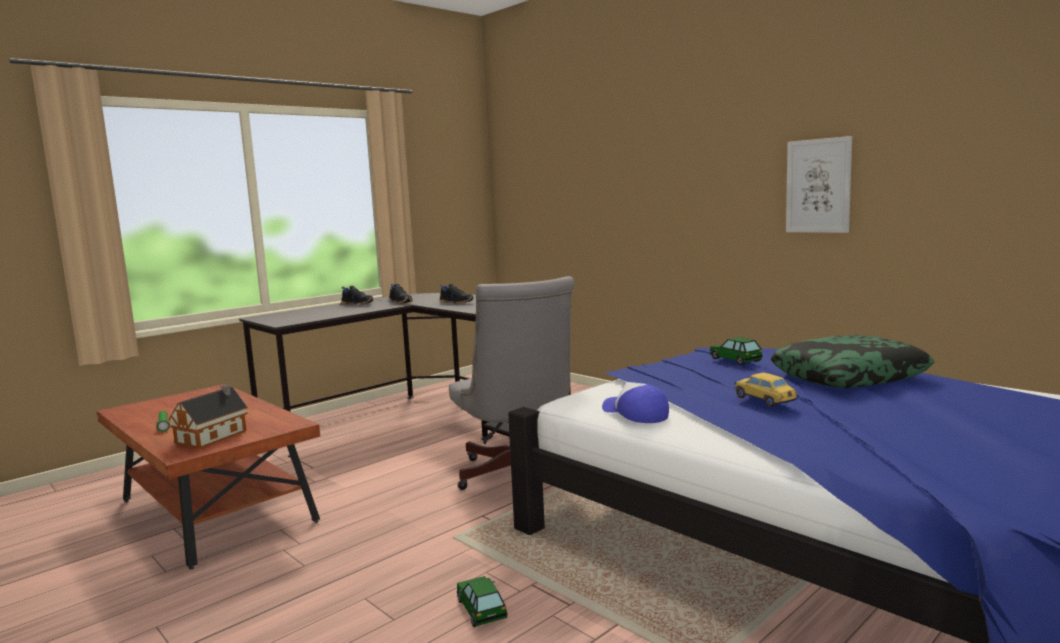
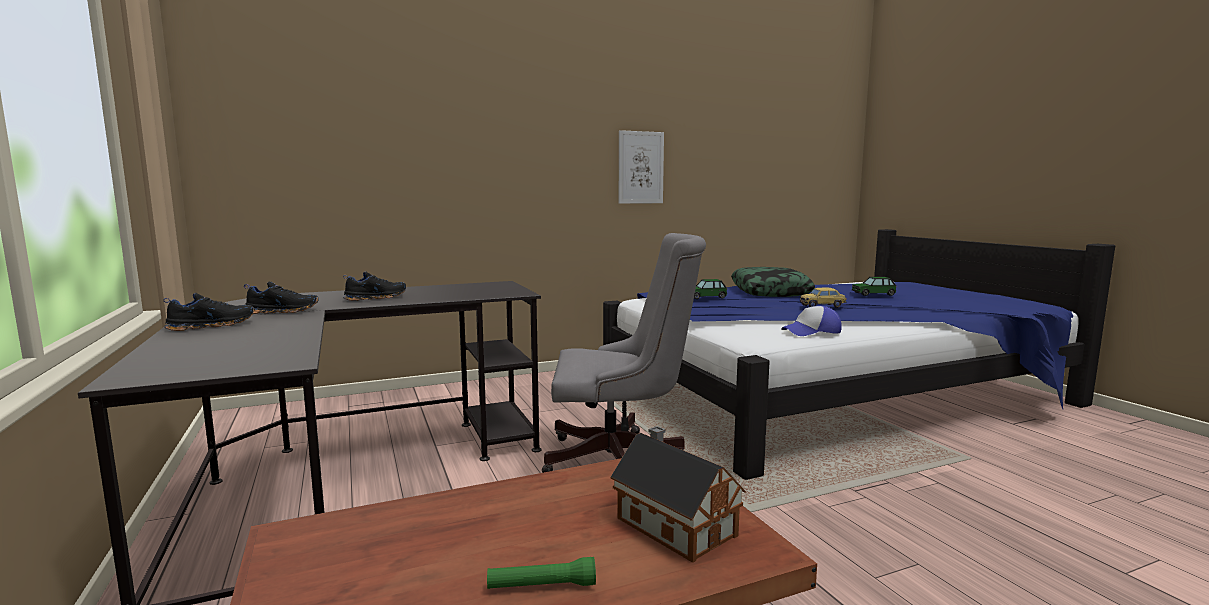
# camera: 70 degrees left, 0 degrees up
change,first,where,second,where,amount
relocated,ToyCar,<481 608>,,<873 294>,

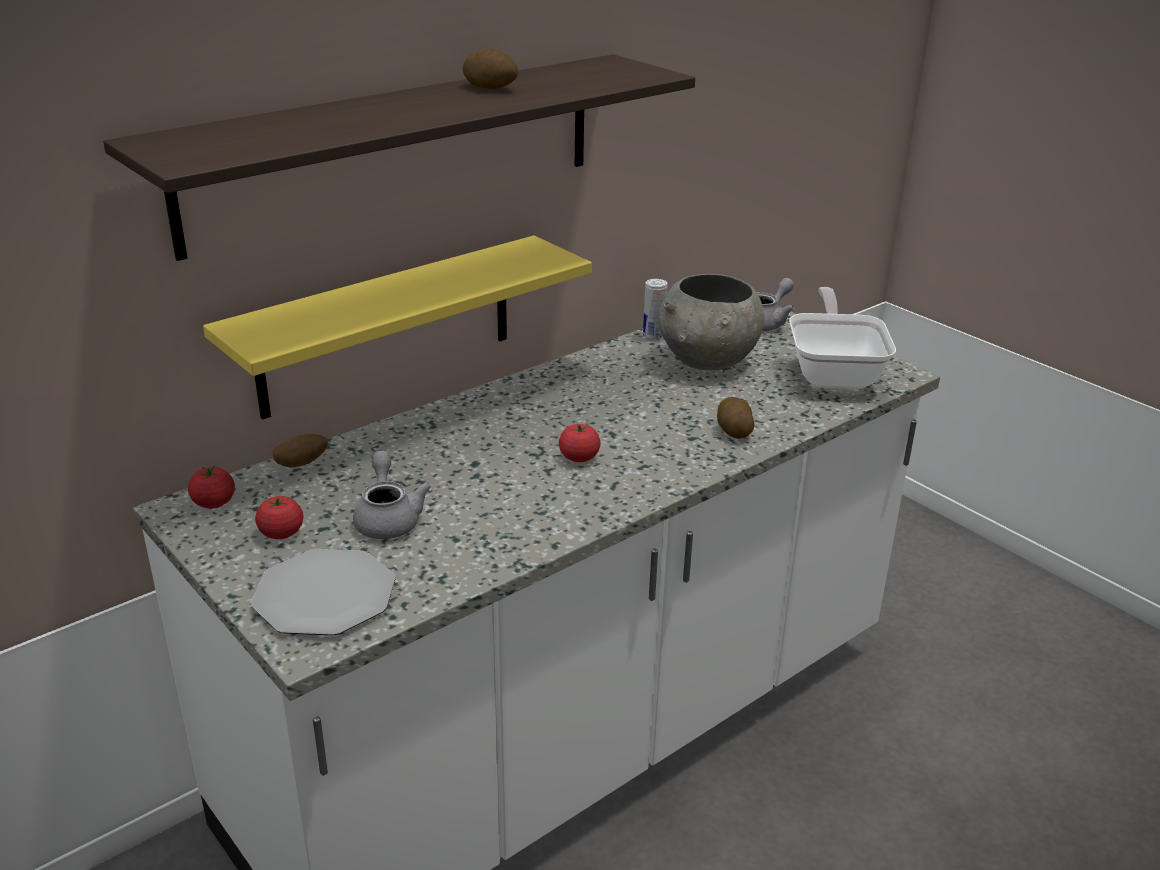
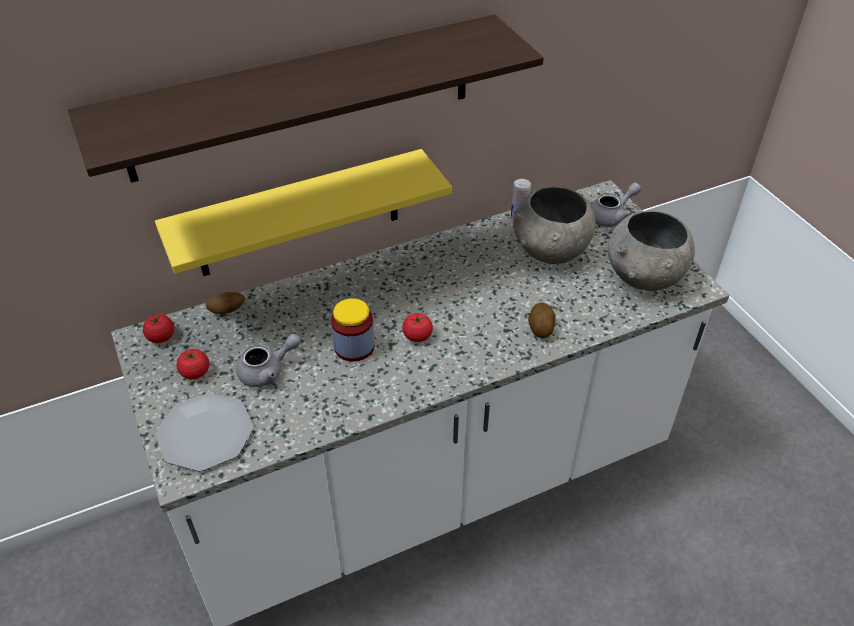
# camera: 15 degrees right, 15 degrees up
change,first,where,second,where,amount
spun,GreyTeapot,<388 518>,,<268 371>,60 degrees clockwise
appeared,,,Jar,<354 346>,
exchanged,FryingPan,<834 372>,GreyBowl,<644 278>,
missing,Potato,<491 88>,,,

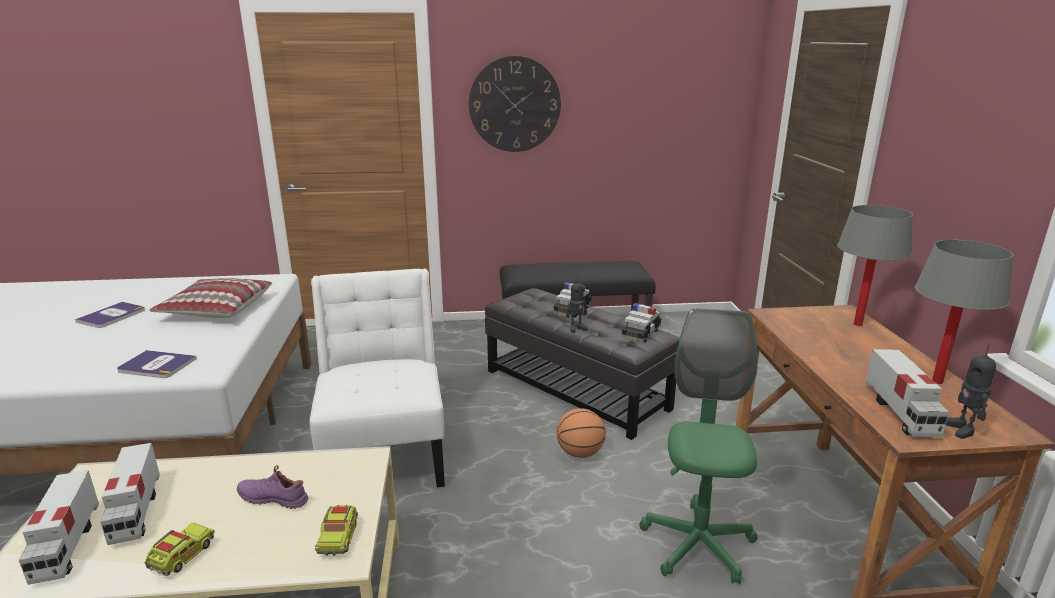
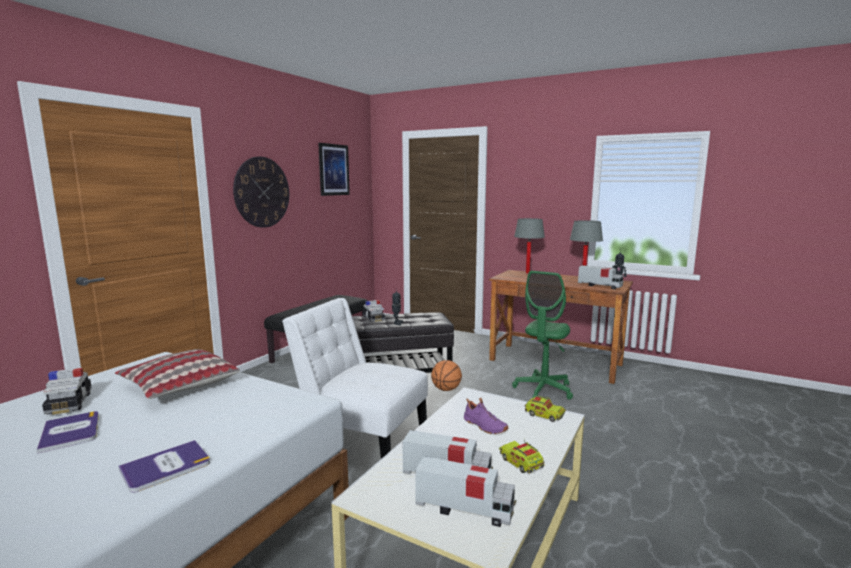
# camera: 55 degrees left, 10 degrees down
change,first,where,second,where,amount
relocated,ToyCar,<641 333>,,<69 403>,
relocated,Book,<156 365>,,<166 467>,
appeared,,,Picture,<333 170>,
spun,PurpleShoe,<274 498>,,<484 426>,90 degrees counterclockwise
spun,GreenOfficeChair,<697 544>,,<543 390>,105 degrees counterclockwise

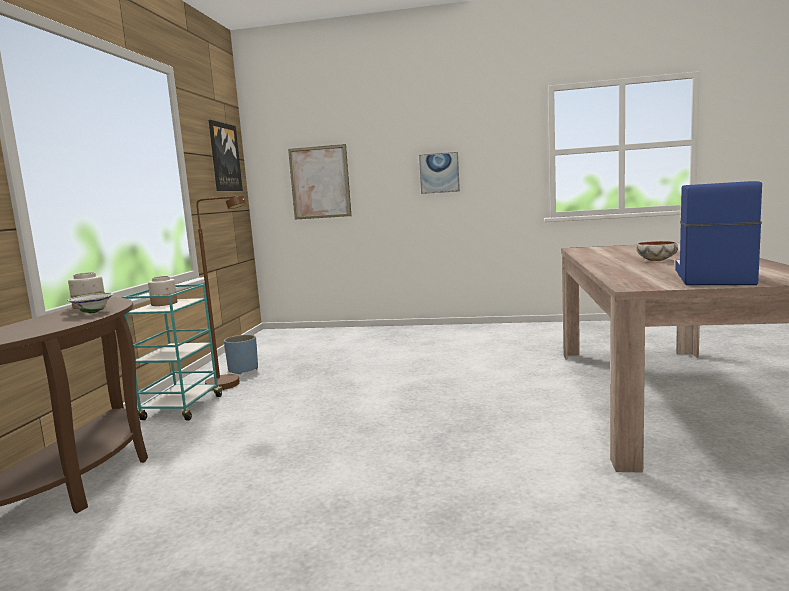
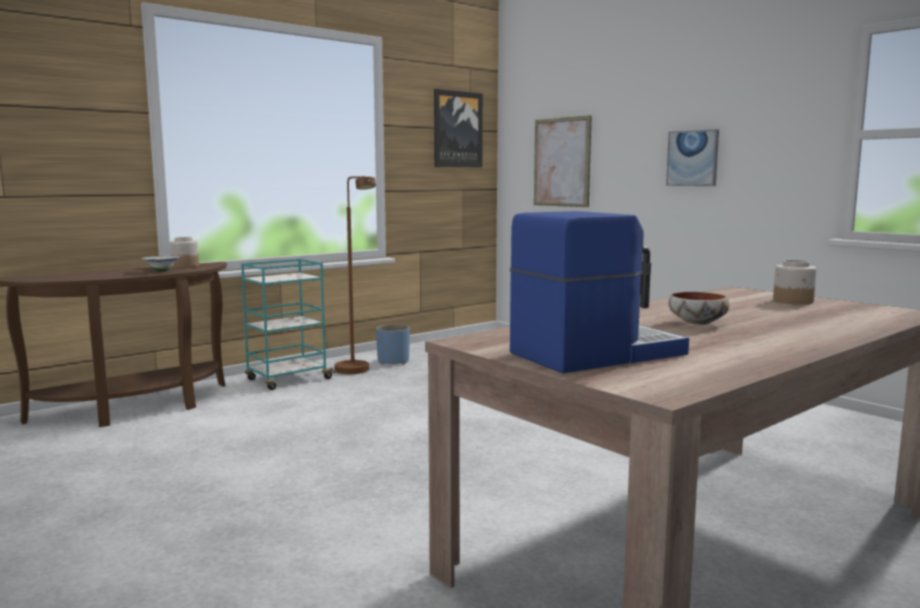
# camera: 40 degrees right, 0 degrees up
change,first,where,second,where,amount
relocated,Jar,<164 303>,,<793 301>,

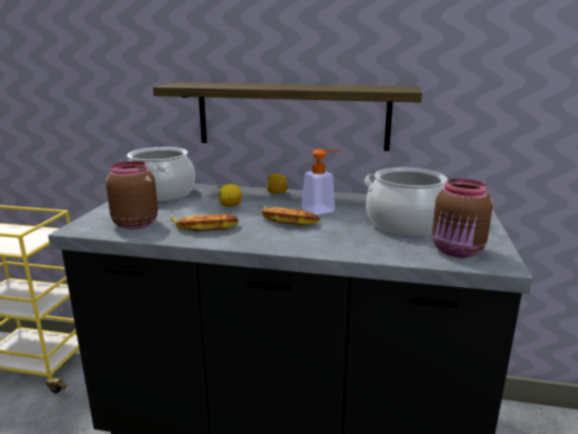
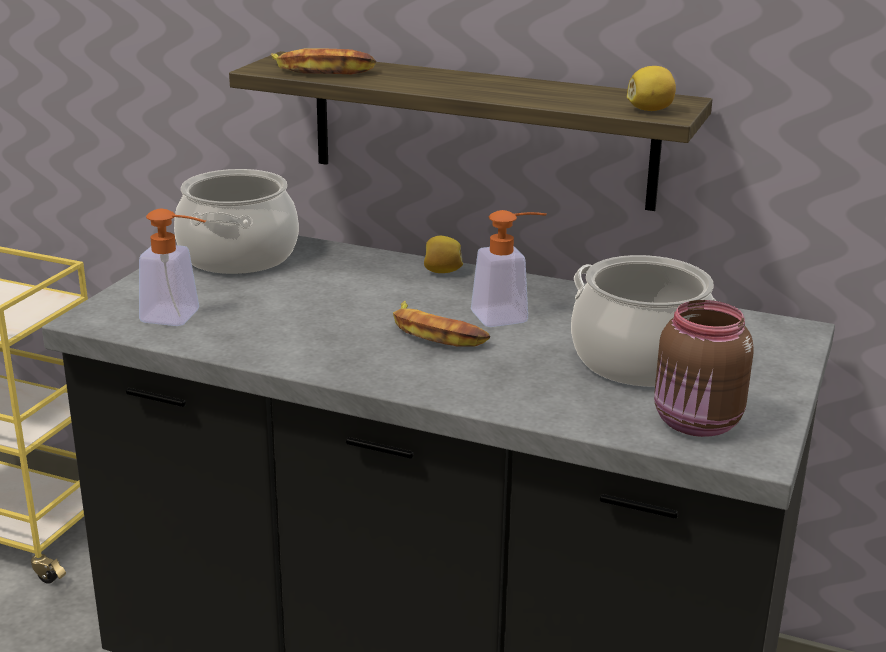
# camera: 10 degrees right, 5 degrees up
change,first,where,second,where,amount
exchanged,BrownJar,<135 224>,SoapDispenser,<180 317>,
relocated,Banana,<204 227>,,<322 70>,
relocated,Lemon,<230 205>,,<650 110>,

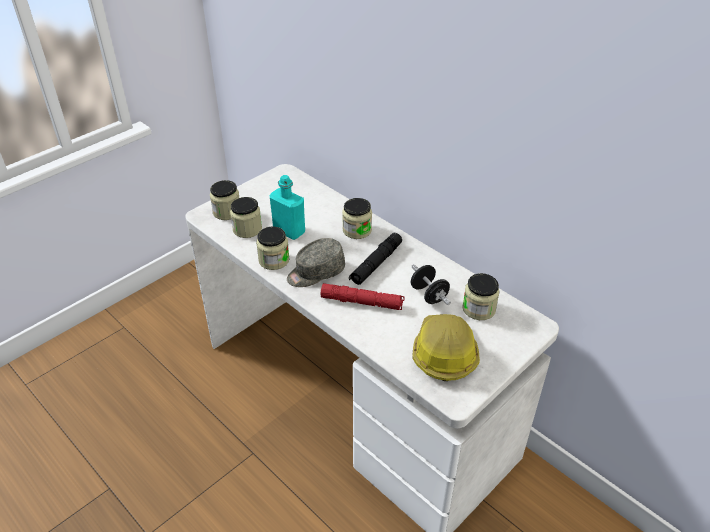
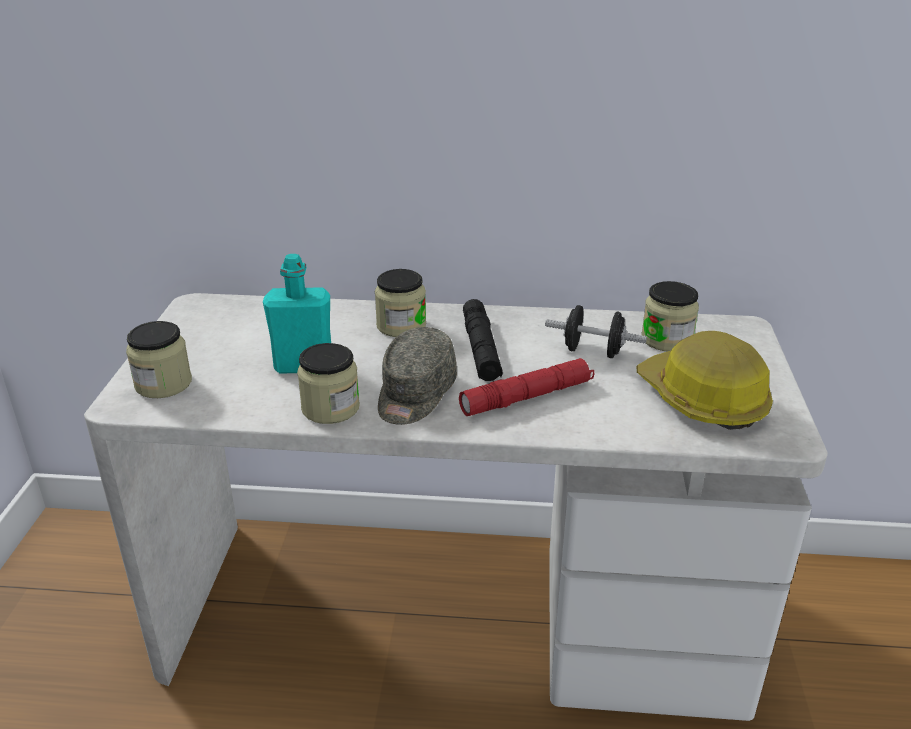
# camera: 40 degrees left, 10 degrees down
change,first,where,second,where,amount
missing,Jar,<247 229>,,,

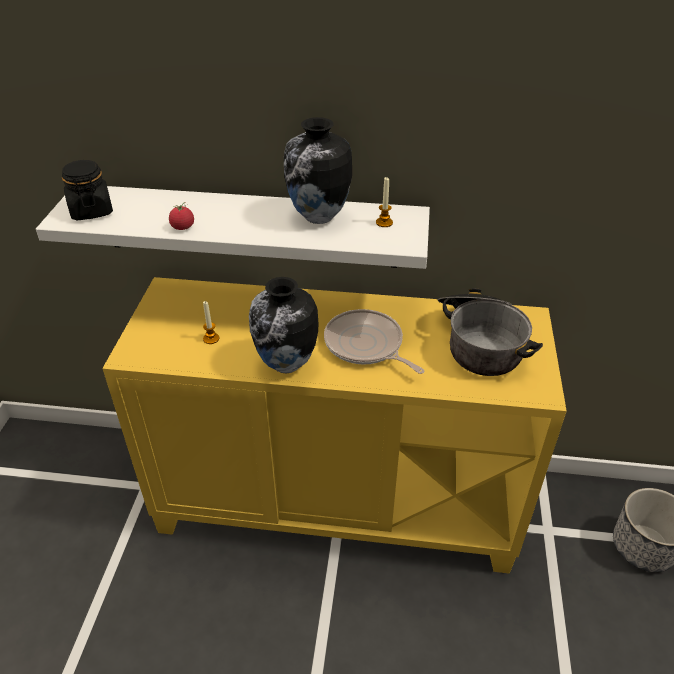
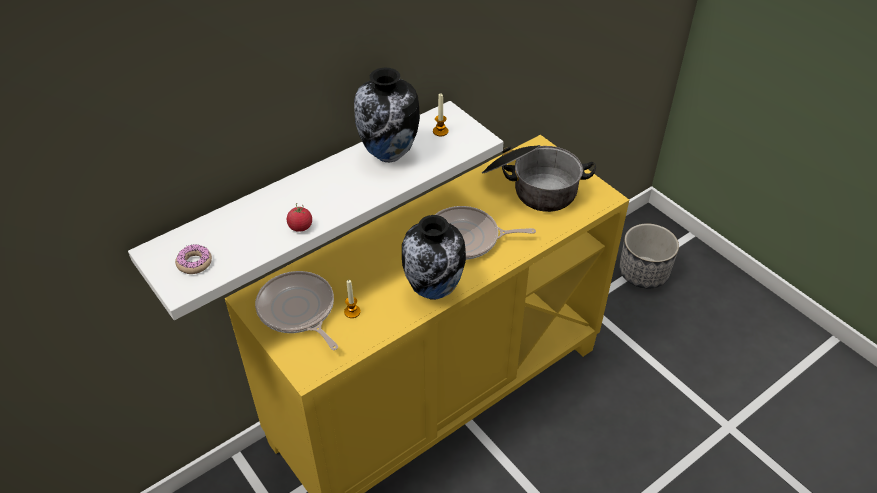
# camera: 45 degrees left, 5 degrees up
change,first,where,second,where,amount
exchanged,BlackJar,<91 211>,Donut,<194 263>,
appeared,,,FryingPan,<298 311>,

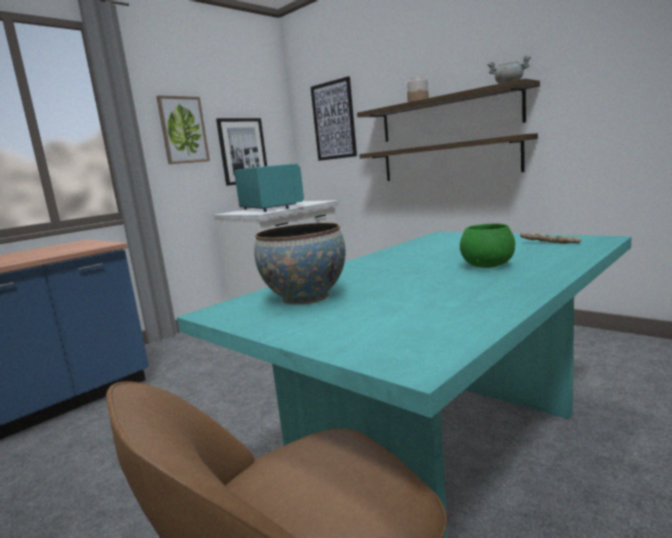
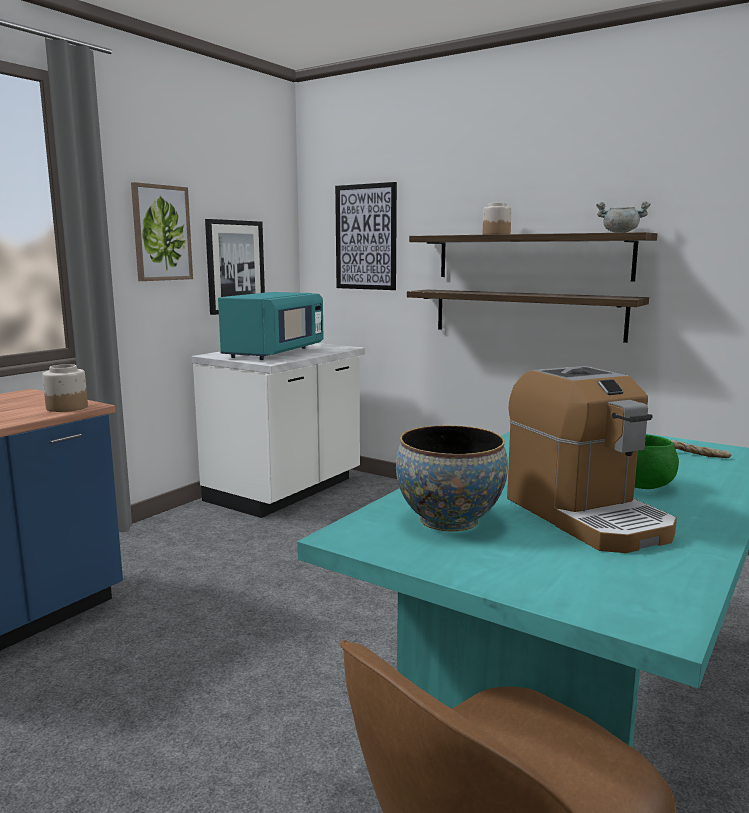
# camera: 10 degrees left, 0 degrees up
change,first,where,second,where,amount
appeared,,,Jar,<66 407>,
spun,TurquoiseMicrowave,<269 208>,,<273 353>,60 degrees clockwise
appeared,,,CoffeeMachine,<586 516>,

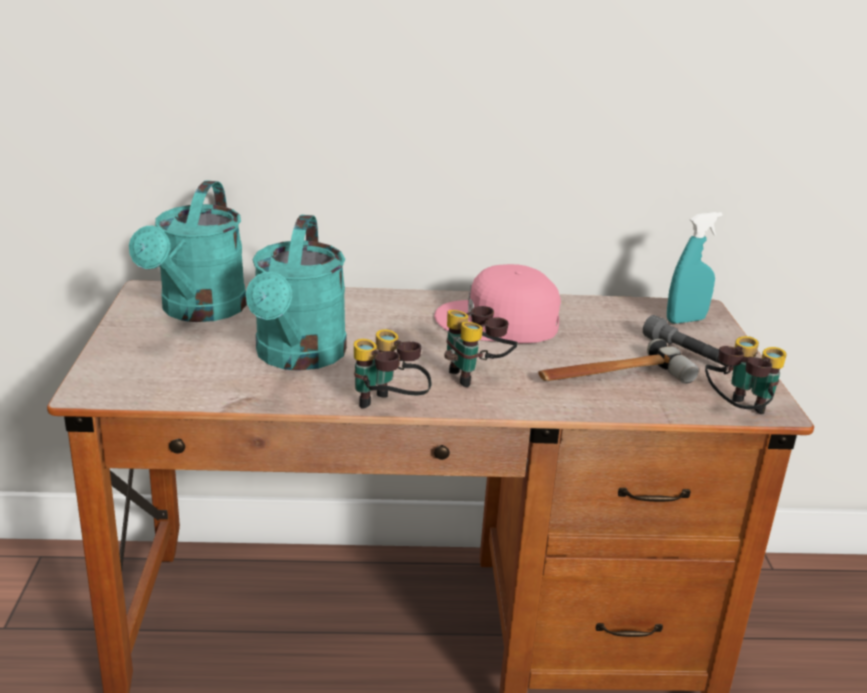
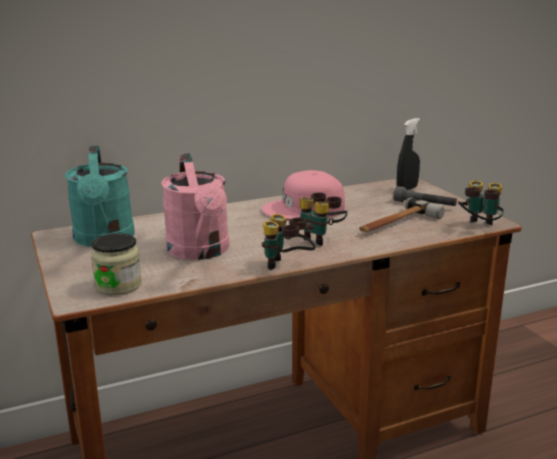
# camera: 20 degrees left, 5 degrees down
change,first,where,second,where,amount
appeared,,,Jar,<118 285>,
colour,TurquoiseWateringCan,<298 358>,PinkWateringCan,<201 252>,
colour,TurquoiseSprayBottle,<686 320>,BlackSprayBottle,<407 189>,

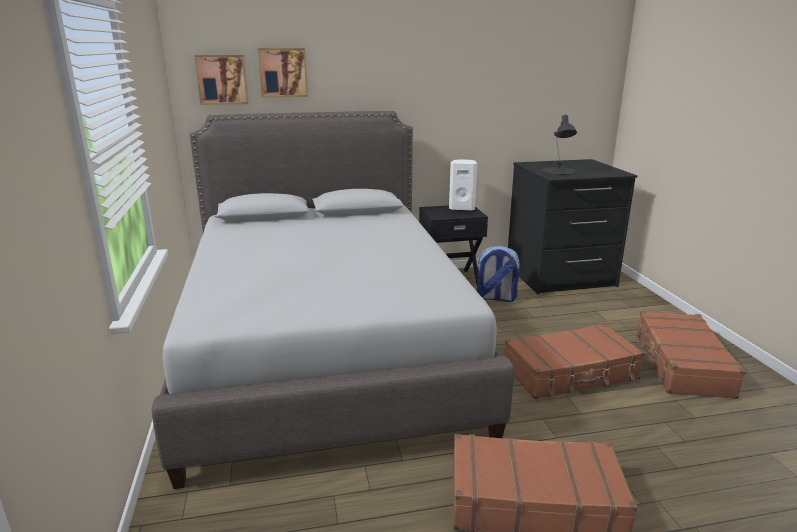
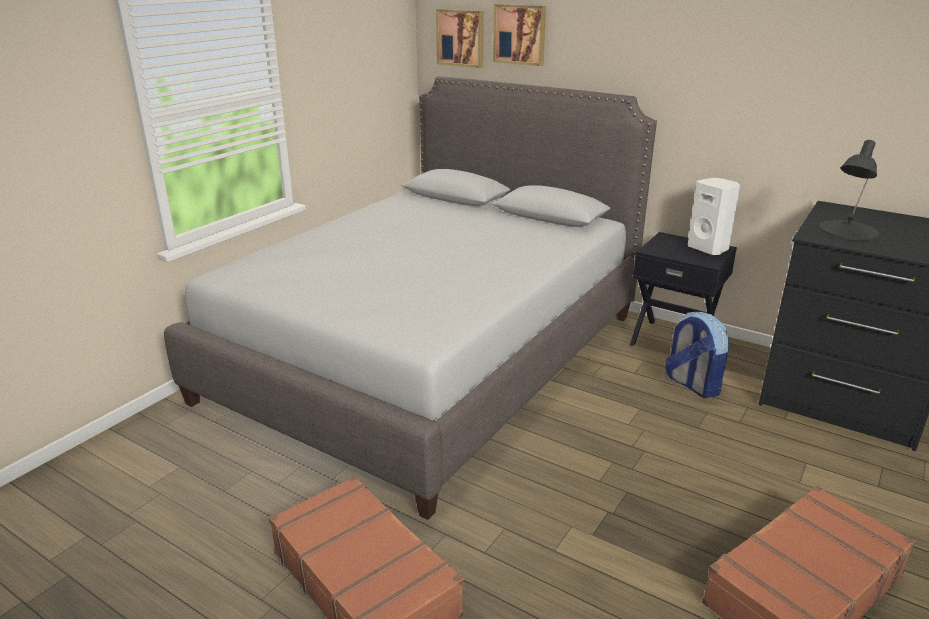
# camera: 45 degrees right, 5 degrees up
change,first,where,second,where,amount
missing,BrownSuitcase,<571 373>,,,

